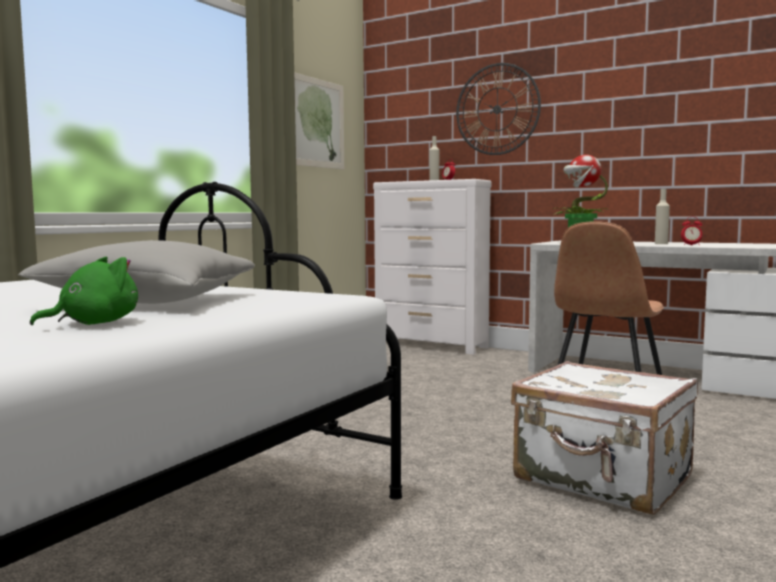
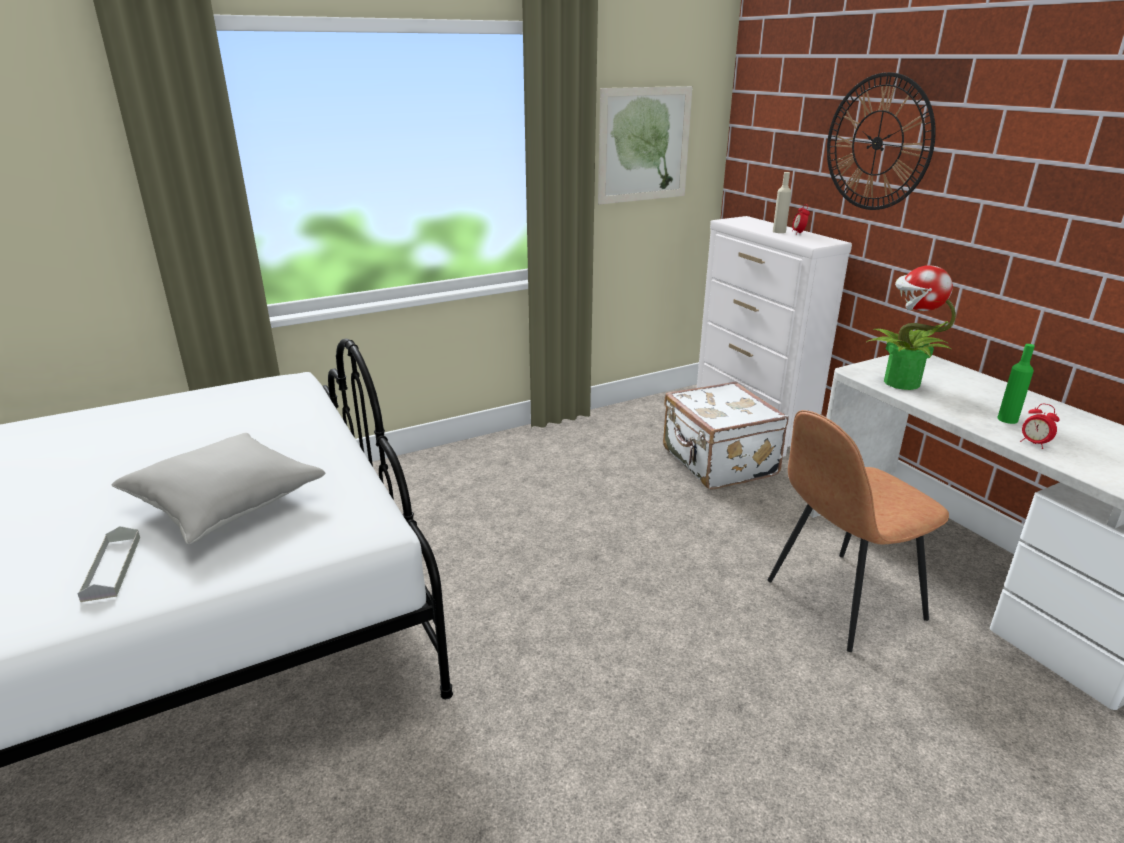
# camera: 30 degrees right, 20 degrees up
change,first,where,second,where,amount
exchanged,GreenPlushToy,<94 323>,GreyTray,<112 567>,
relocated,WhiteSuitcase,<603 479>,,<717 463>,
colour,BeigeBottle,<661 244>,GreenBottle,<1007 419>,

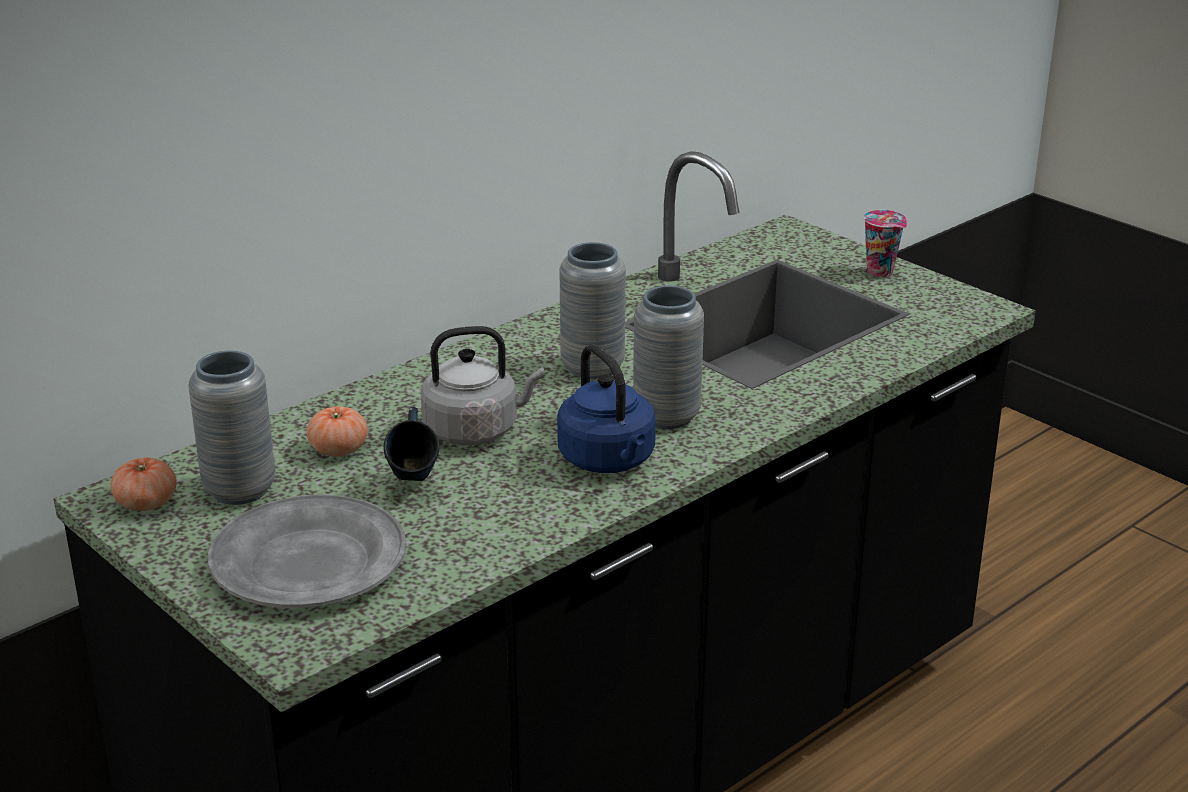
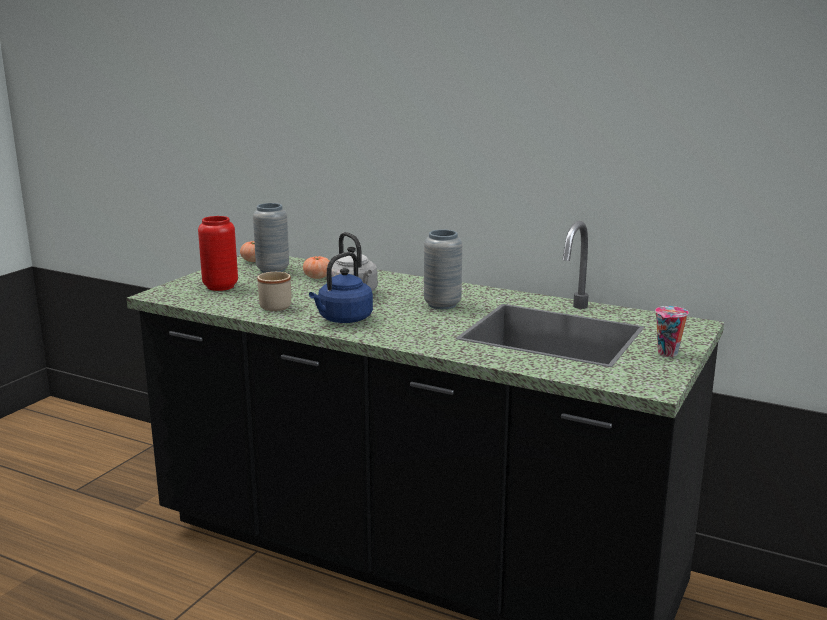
# camera: 70 degrees right, 10 degrees down
change,first,where,second,where,amount
exchanged,GreyPlate,<307 562>,RedVase,<220 287>,
appeared,,,BeigeMug,<274 305>,
missing,BlueMug,<414 486>,,,
missing,GreyVase,<666 417>,,,

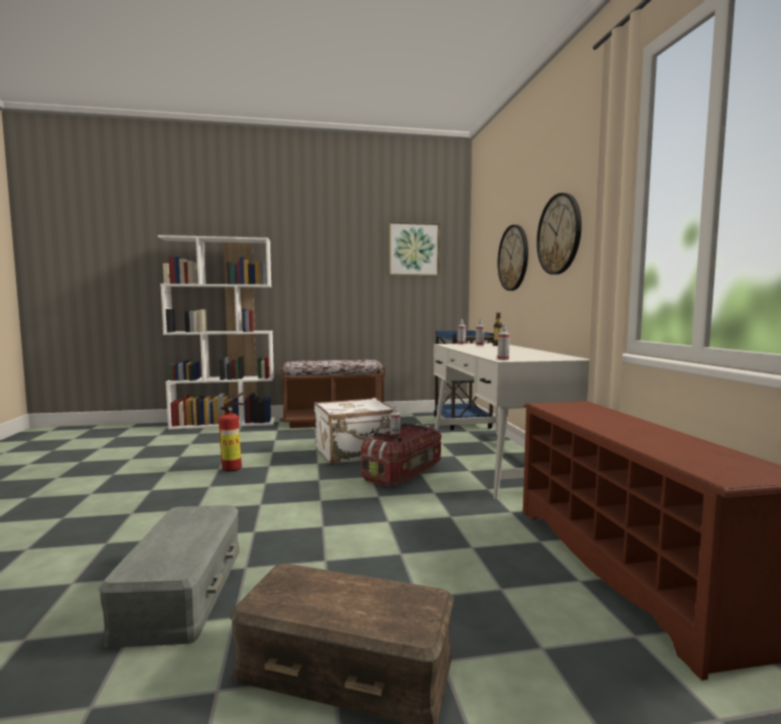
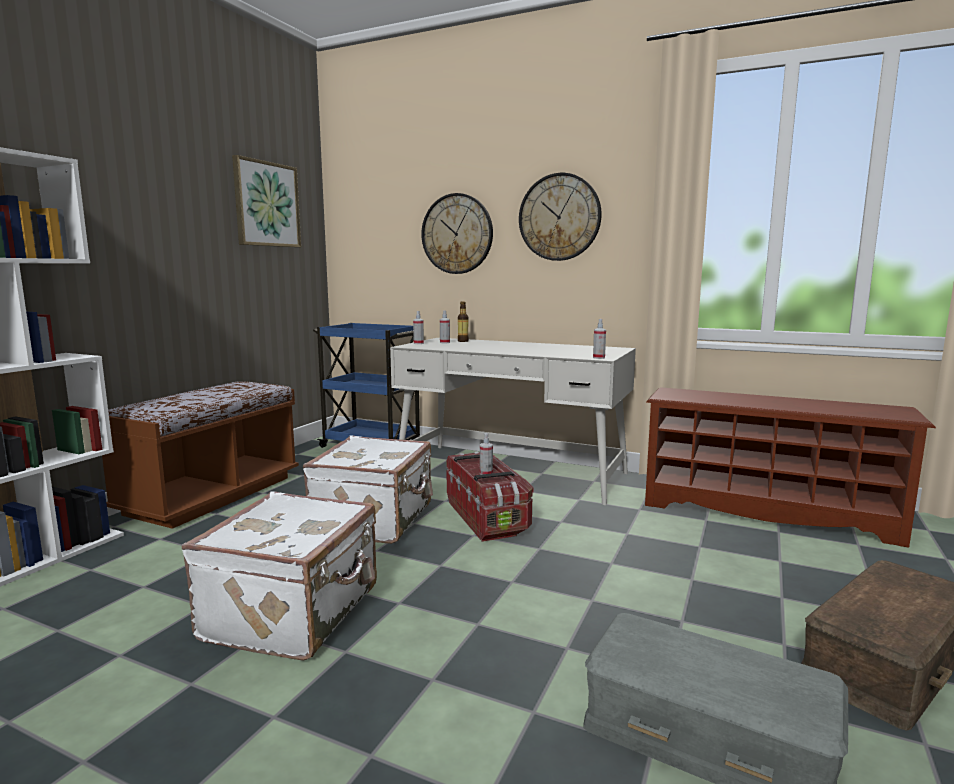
# camera: 55 degrees left, 5 degrees up
change,first,where,second,where,amount
exchanged,FireExtinguisher,<235 468>,WhiteSuitcase,<295 613>,

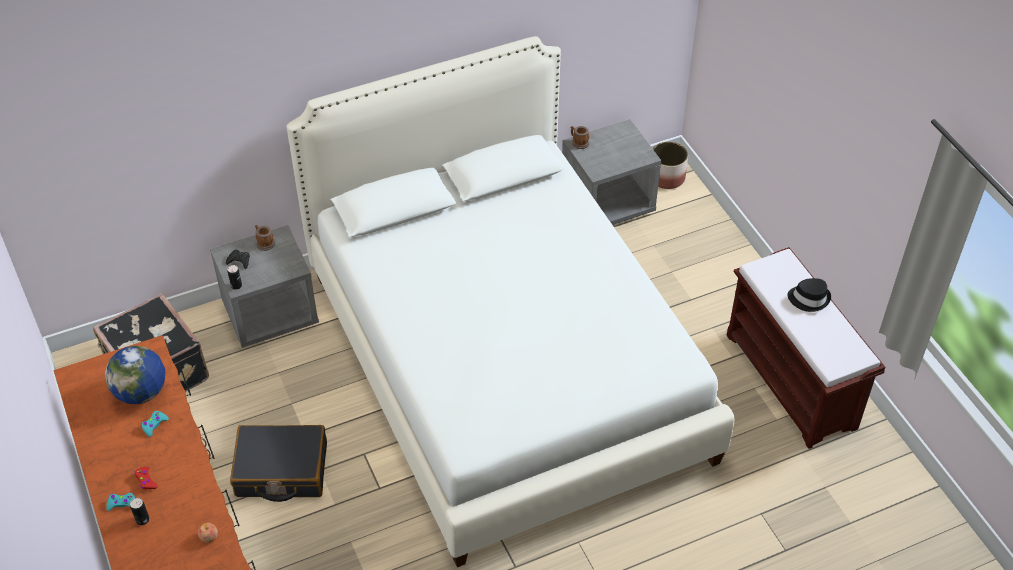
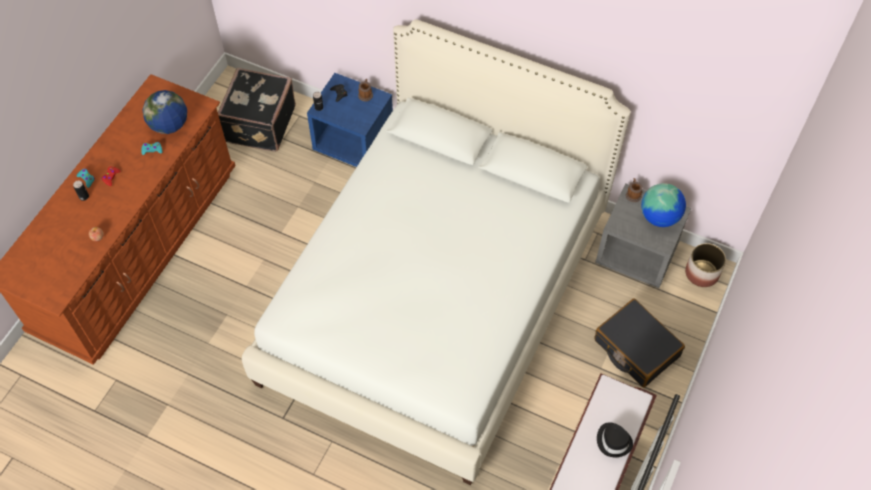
# camera: 50 degrees right, 10 degrees up
change,first,where,second,where,amount
colour,GreyNightstand,<271 313>,BlueNightstand,<354 143>,
relocated,BlackSuitcase,<281 470>,,<636 348>,
appeared,,,Globe,<659 217>,

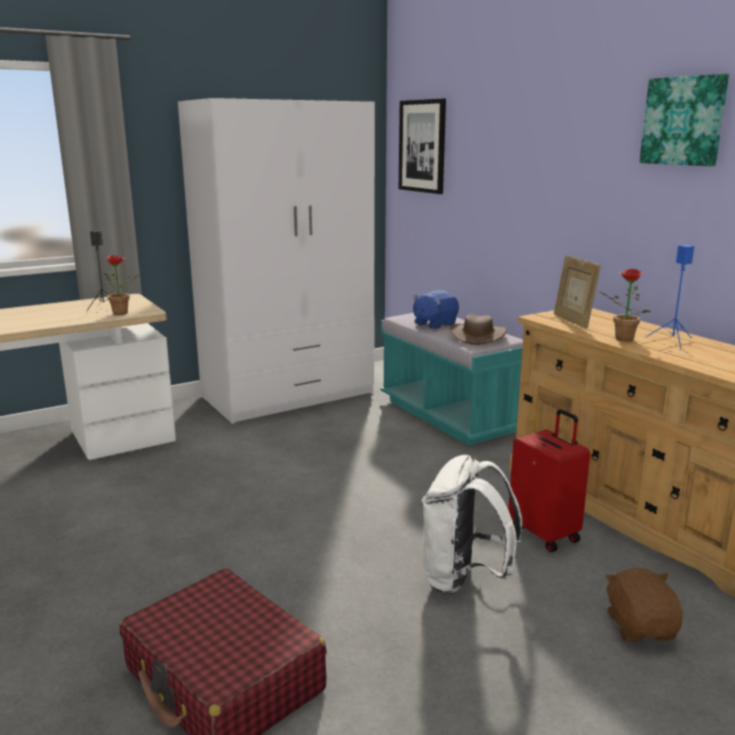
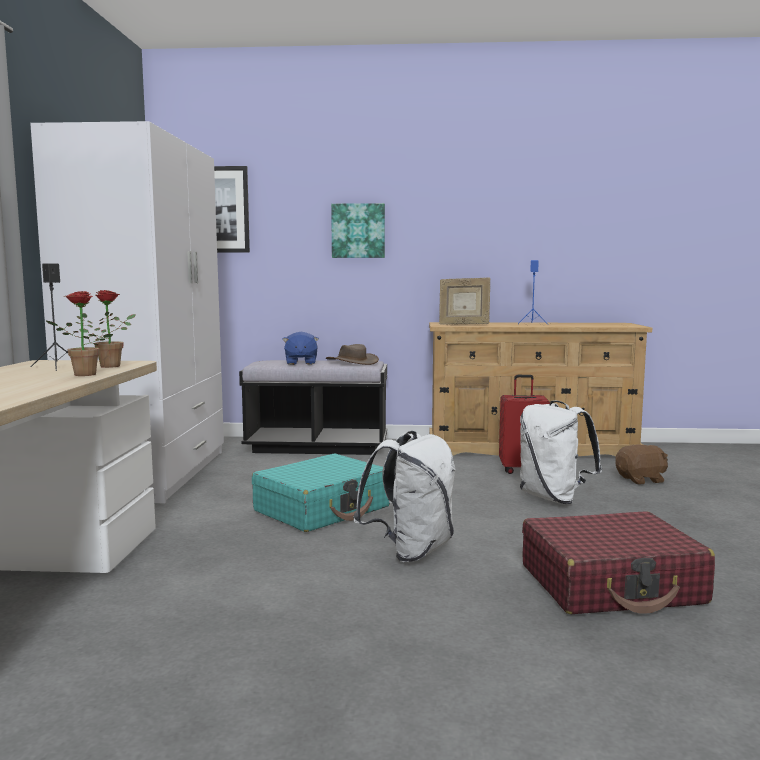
# camera: 55 degrees left, 10 degrees down
change,first,where,second,where,amount
relocated,PottedPlant,<620 339>,,<81 375>,
colour,TurquoiseBench,<450 415>,BlackBench,<317 447>,
appeared,,,TurquoiseSuitcase,<323 509>,
relocated,Picture,<684 121>,,<358 231>,
appeared,,,WhiteBackpack,<411 551>,
spun,BrownPlushToy,<640 627>,,<641 480>,135 degrees clockwise

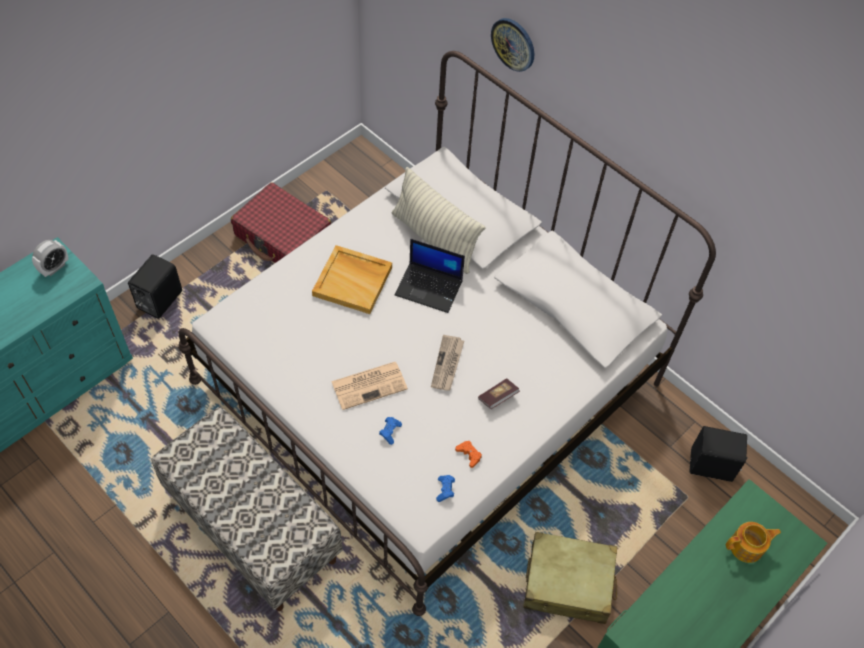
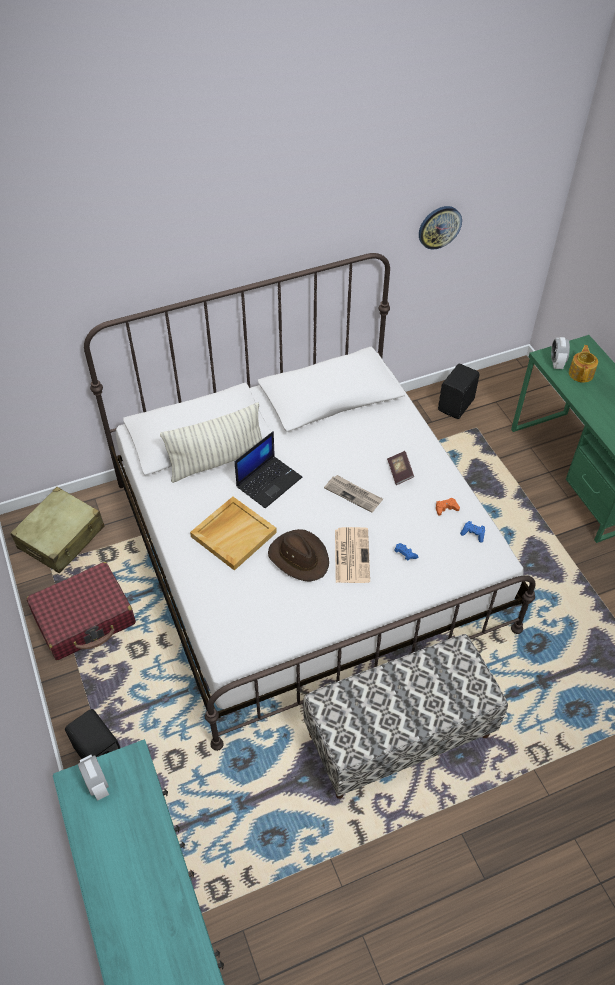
# camera: 65 degrees left, 5 degrees down
change,first,where,second,where,amount
relocated,BeigeSuitcase,<568 583>,,<61 538>,
appeared,,,BrownHat,<299 557>,
relocated,WallClock,<513 44>,,<439 227>,
appeared,,,AlarmClock,<556 363>,

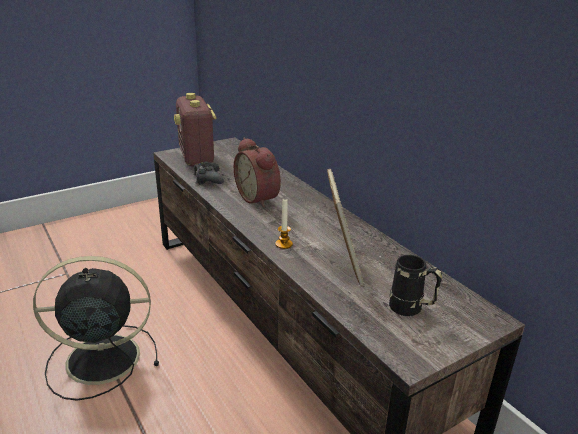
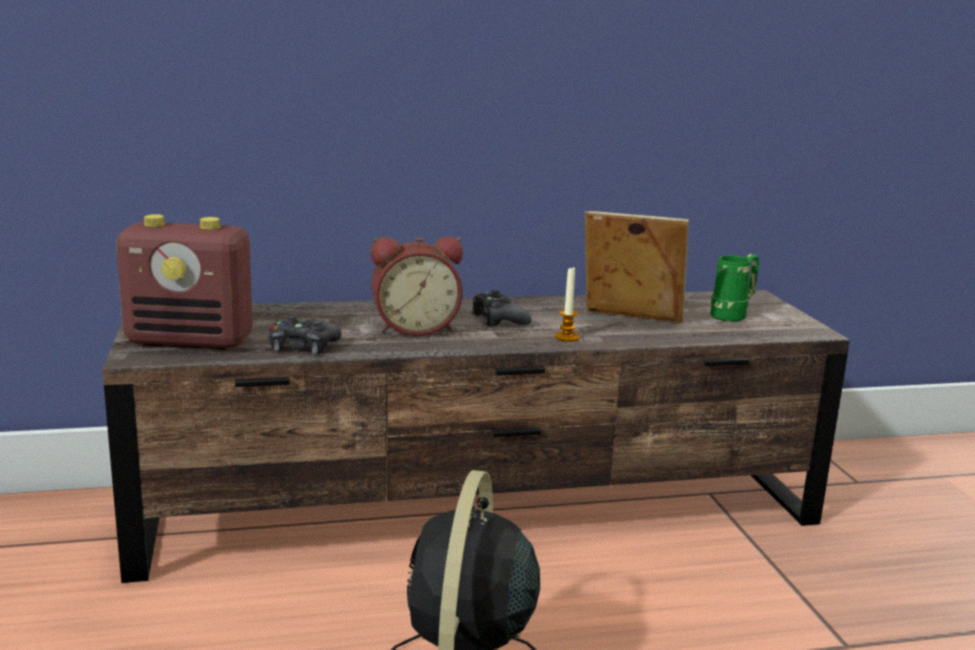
# camera: 70 degrees left, 10 degrees down
change,first,where,second,where,amount
appeared,,,BlackGameController,<498 319>,
colour,BlackMug,<411 309>,GreenMug,<733 315>,

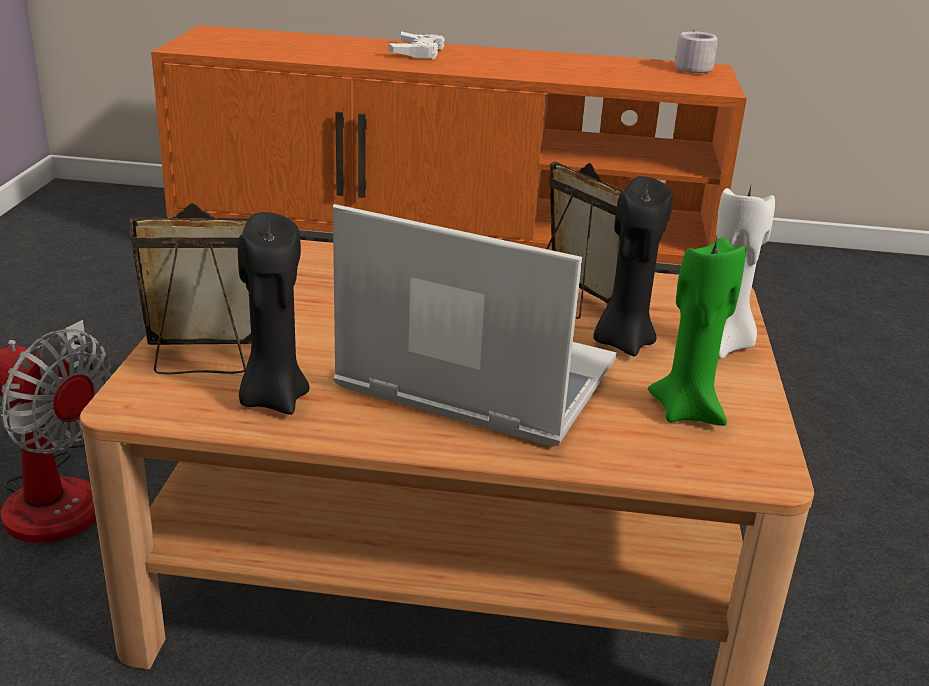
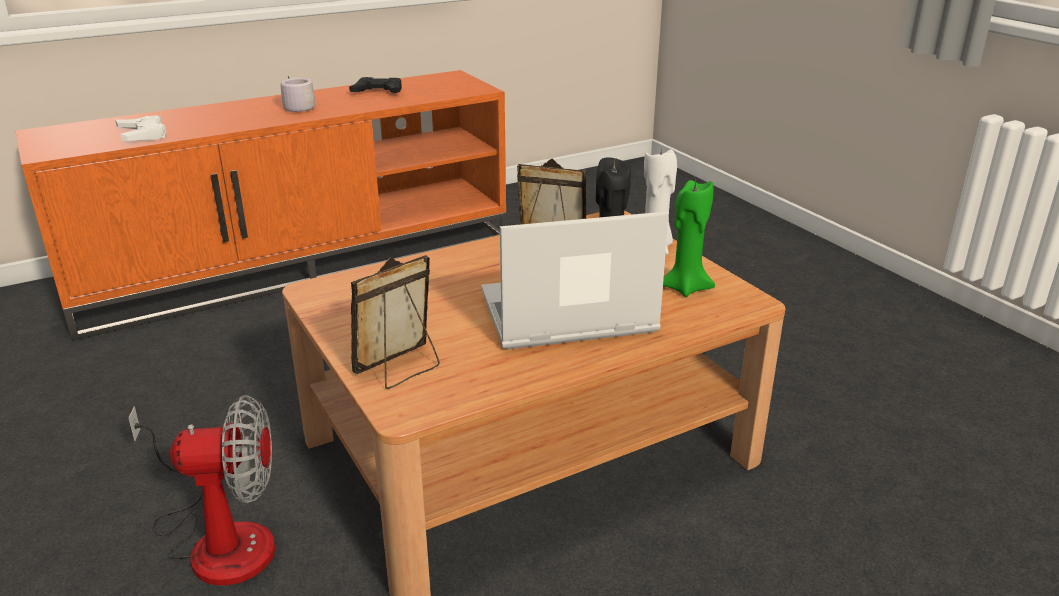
# camera: 35 degrees left, 0 degrees up
change,first,where,second,where,amount
relocated,WhiteGameController,<417 52>,,<142 134>,
relocated,GreyMug,<690 68>,,<296 108>,
appeared,,,BlackGameController,<378 91>,
missing,BlackCandle,<273 399>,,,

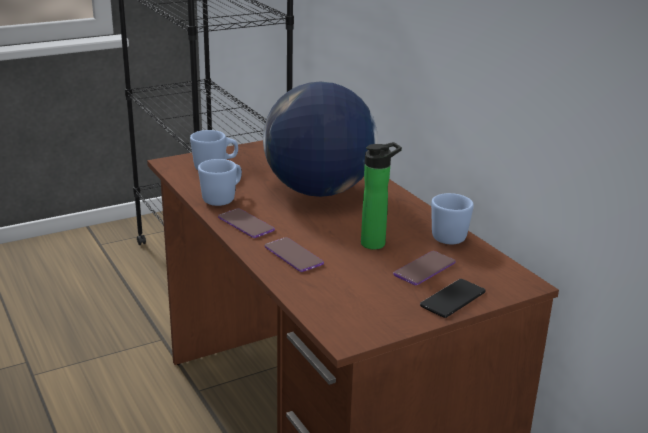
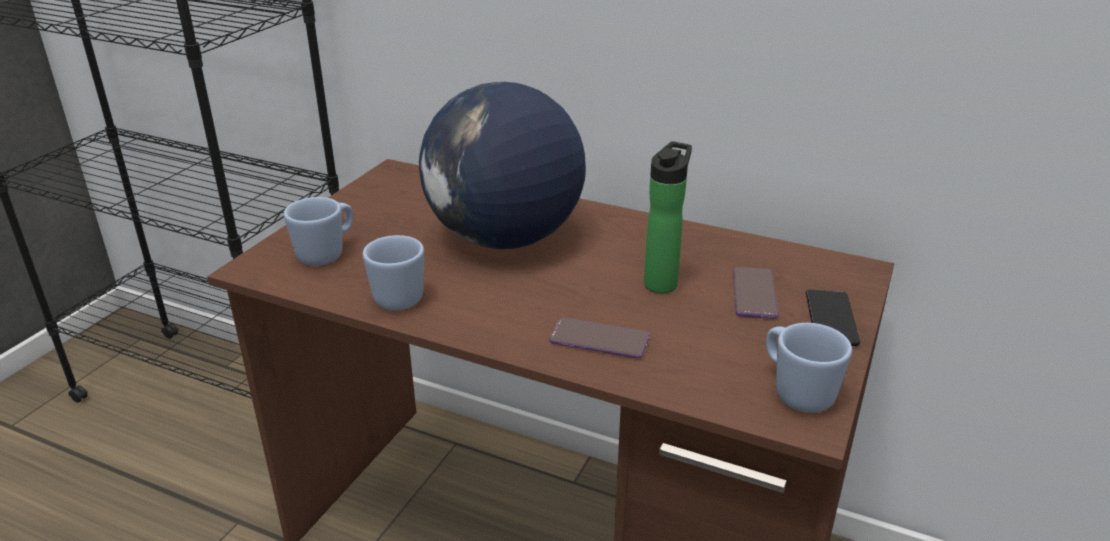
# camera: 35 degrees left, 5 degrees up
change,first,where,second,where,amount
relocated,BlueMug,<448 235>,,<795 391>,
missing,Phone,<246 224>,,,

